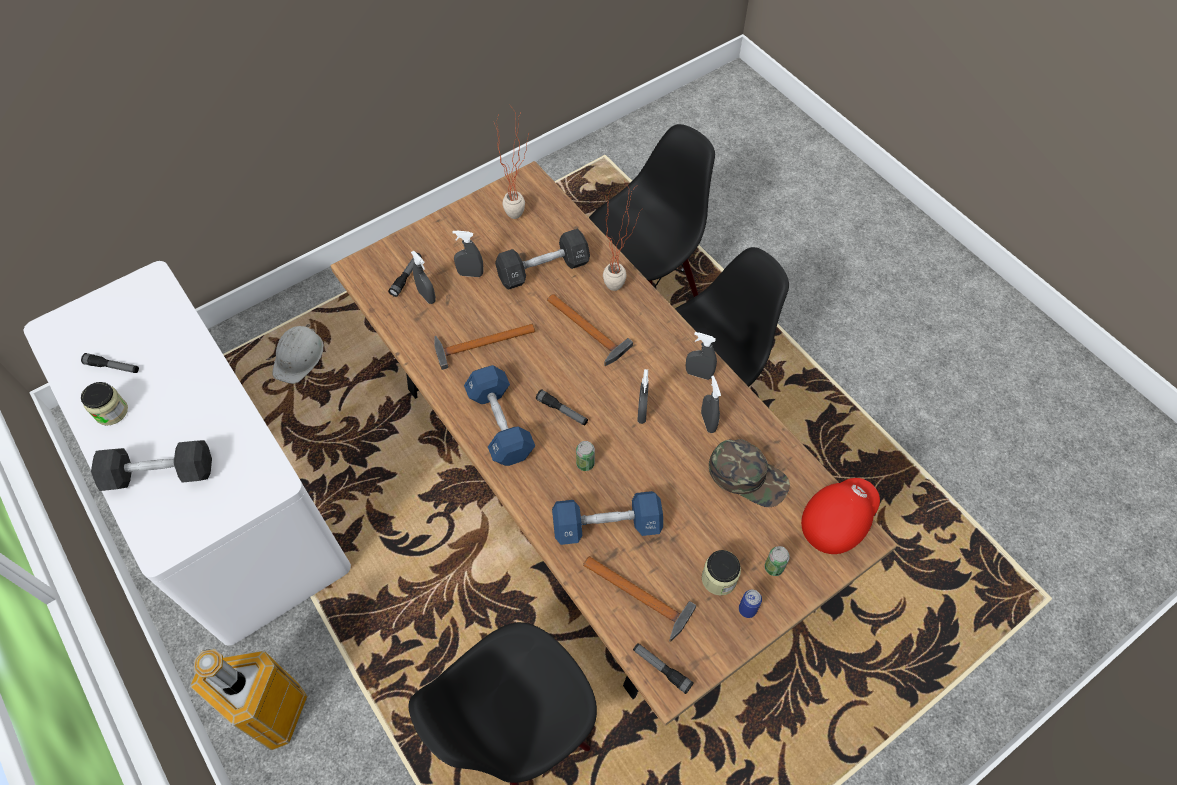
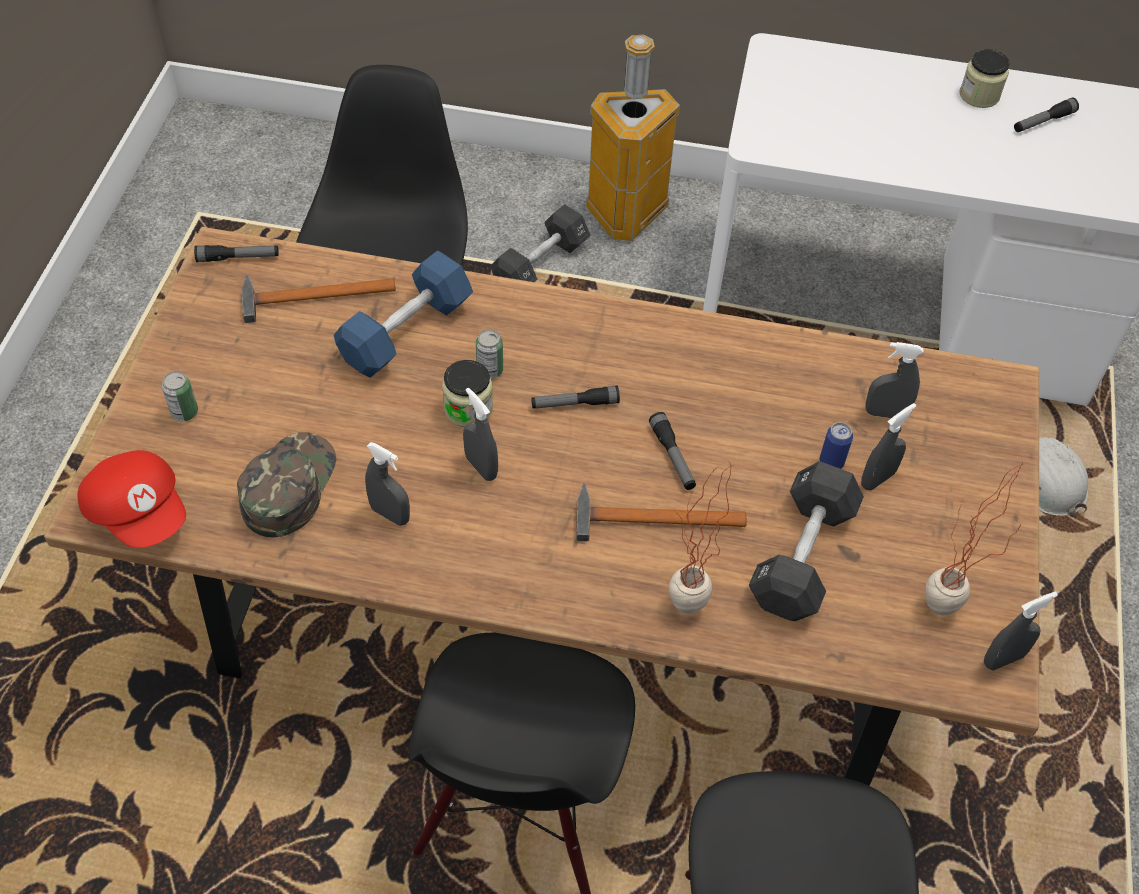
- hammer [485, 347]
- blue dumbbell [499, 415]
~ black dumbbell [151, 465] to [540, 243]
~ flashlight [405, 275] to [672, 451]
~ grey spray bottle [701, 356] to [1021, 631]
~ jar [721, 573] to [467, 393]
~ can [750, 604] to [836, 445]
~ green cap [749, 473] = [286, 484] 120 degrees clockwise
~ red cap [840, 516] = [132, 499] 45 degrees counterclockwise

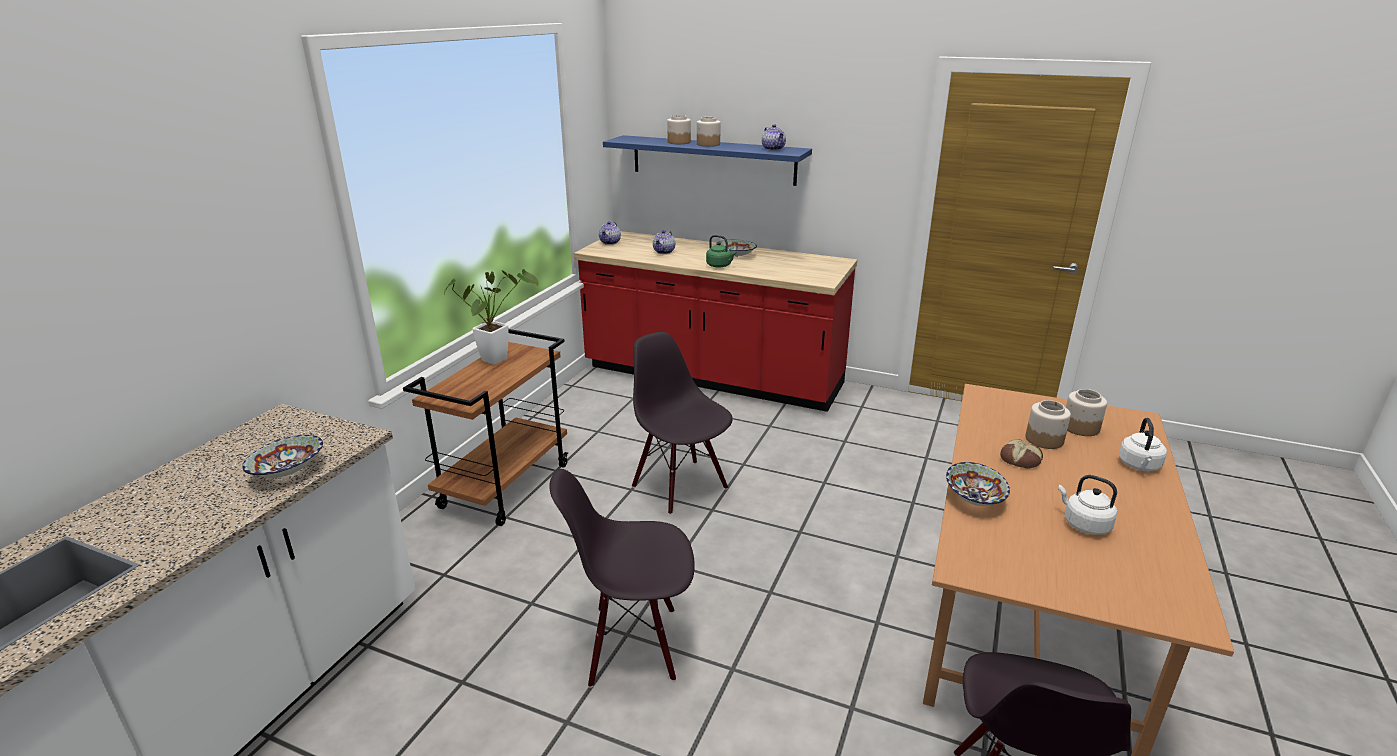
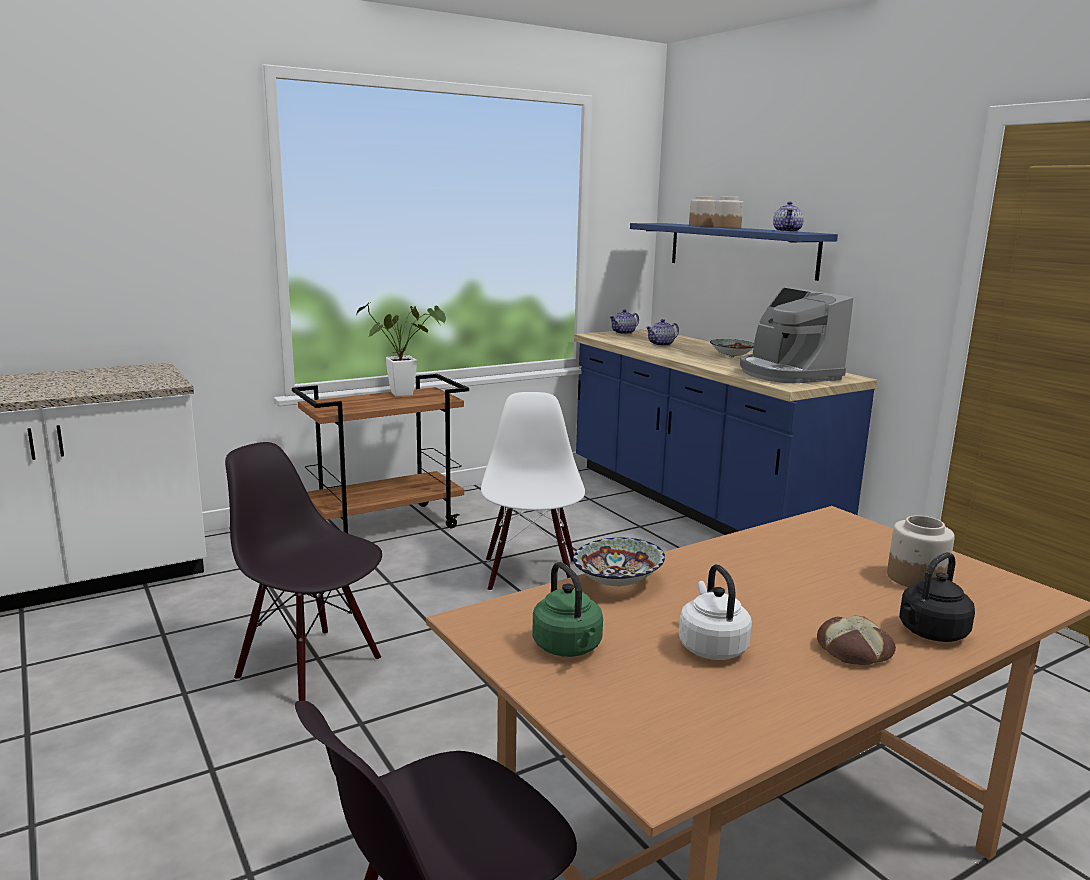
- bowl [282, 456]
- jar [1048, 424]
+ coffee machine [796, 335]
~ green kettle [721, 251] to [567, 609]
~ bread [1021, 454] to [856, 640]
~ red counter [715, 321] to blue counter [725, 432]
~ black chair [682, 423] to white chair [533, 491]
~ white kettle [1143, 444] to black kettle [937, 597]

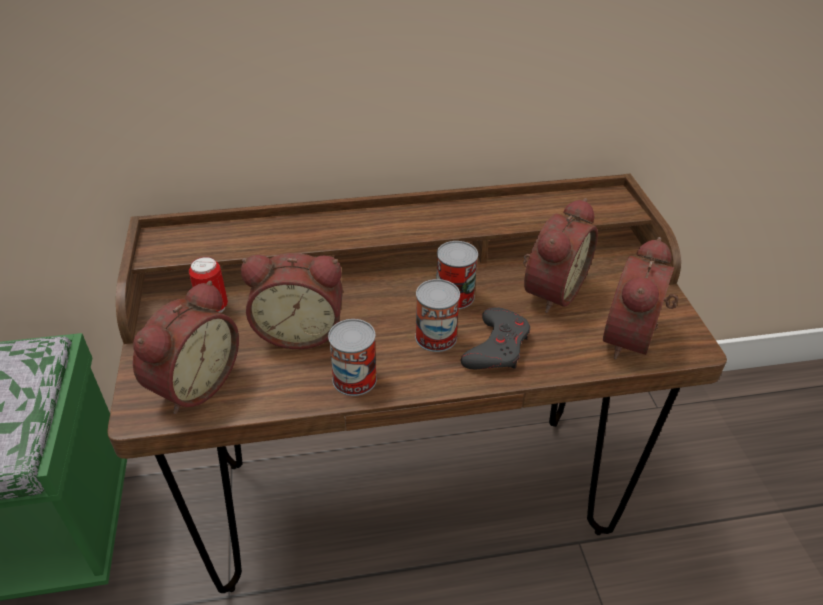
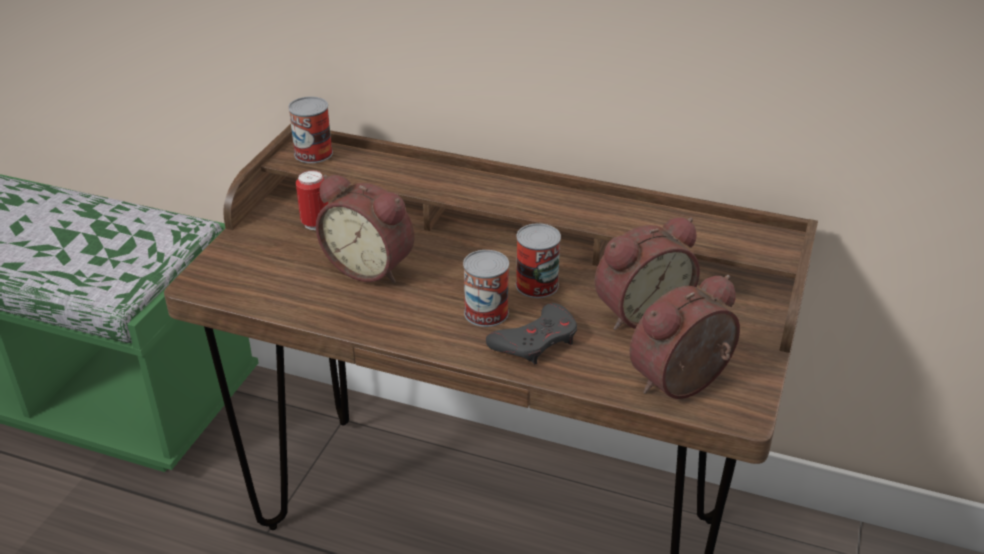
- alarm clock [186, 347]
~ can [352, 357] to [310, 130]

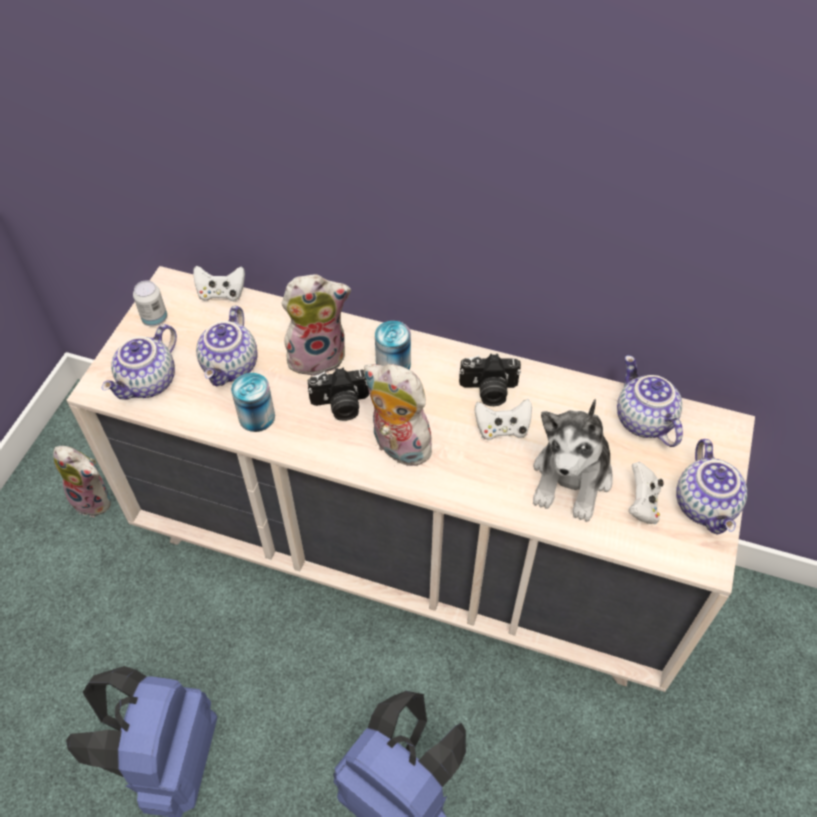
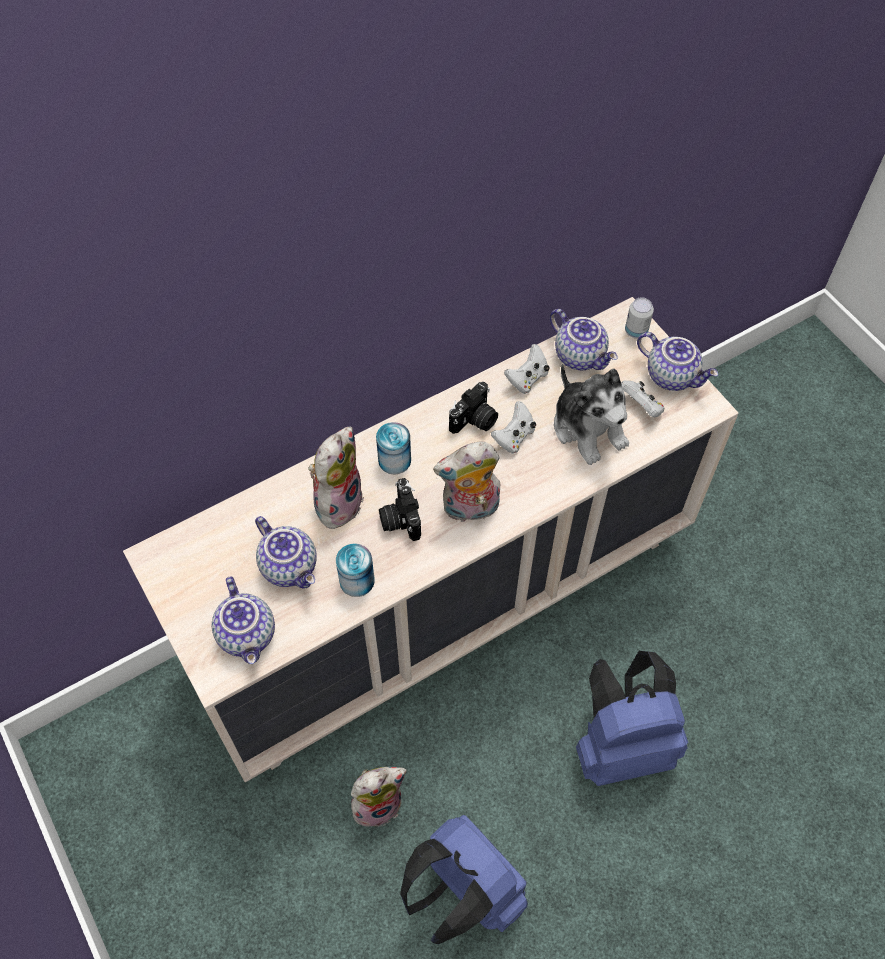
~ plush toy [82, 481] to [379, 796]
~ can [150, 304] to [639, 318]
~ white game controller [219, 284] to [526, 369]
~ photo camera [338, 394] = [400, 509] 135 degrees clockwise
~ teapot [650, 401] = [584, 339] 150 degrees counterclockwise

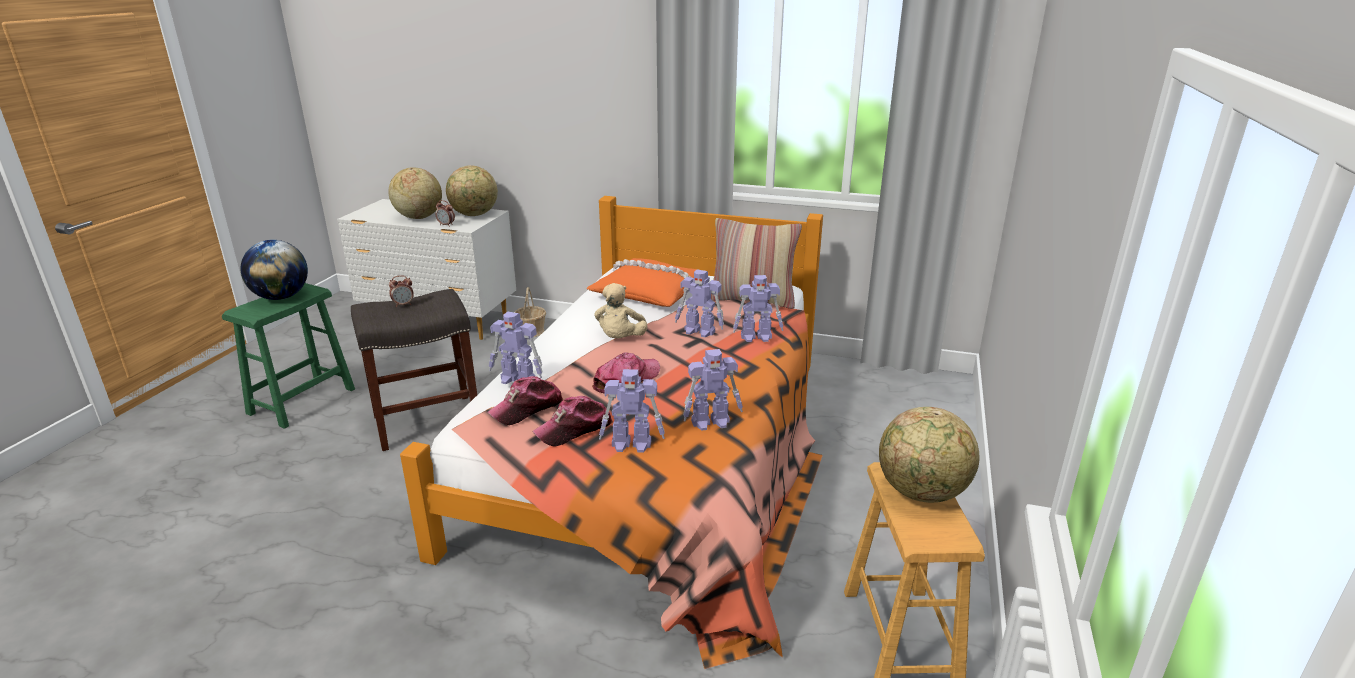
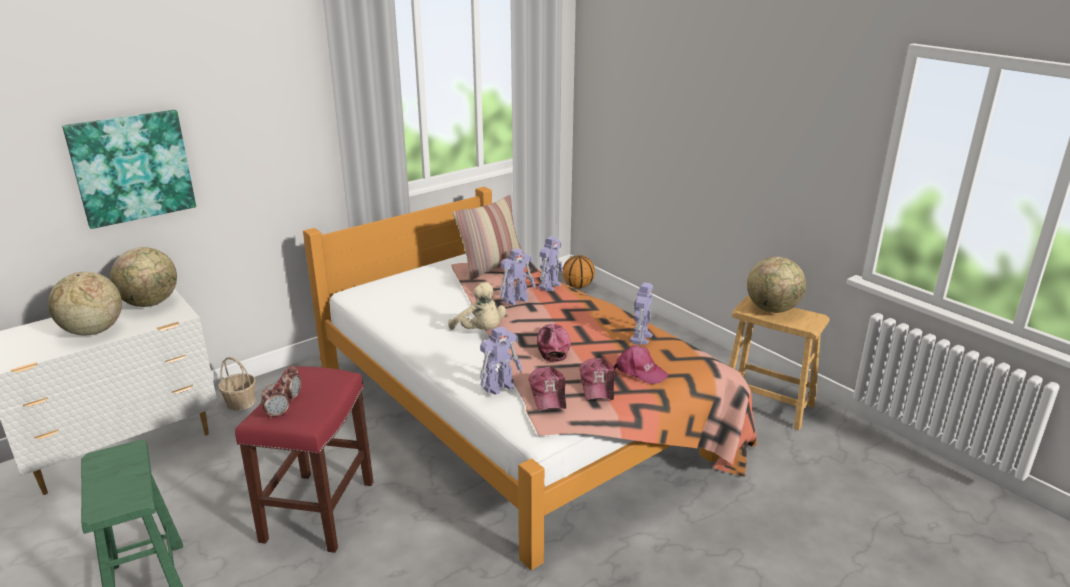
- globe [274, 270]
- orange pillow [647, 282]
+ picture [129, 169]
+ basketball [579, 271]
~ alarm clock [445, 213] to [275, 401]
~ toy robot [632, 411] to pink cap [641, 364]
~ grey stool [414, 370] to red stool [304, 459]

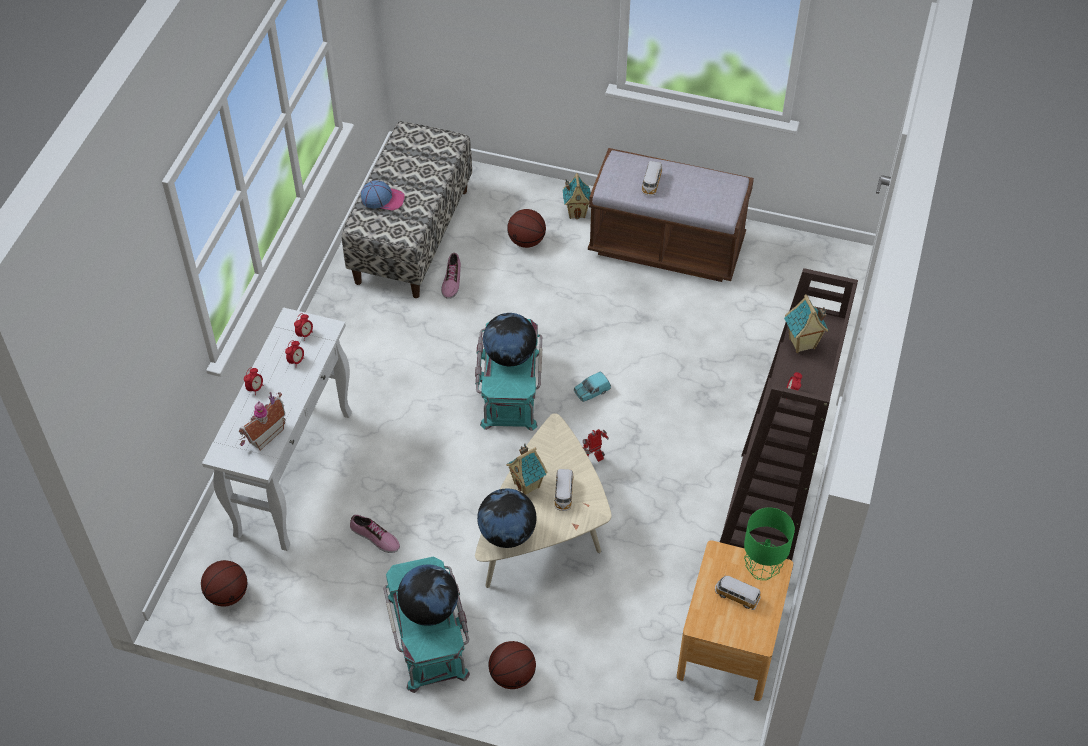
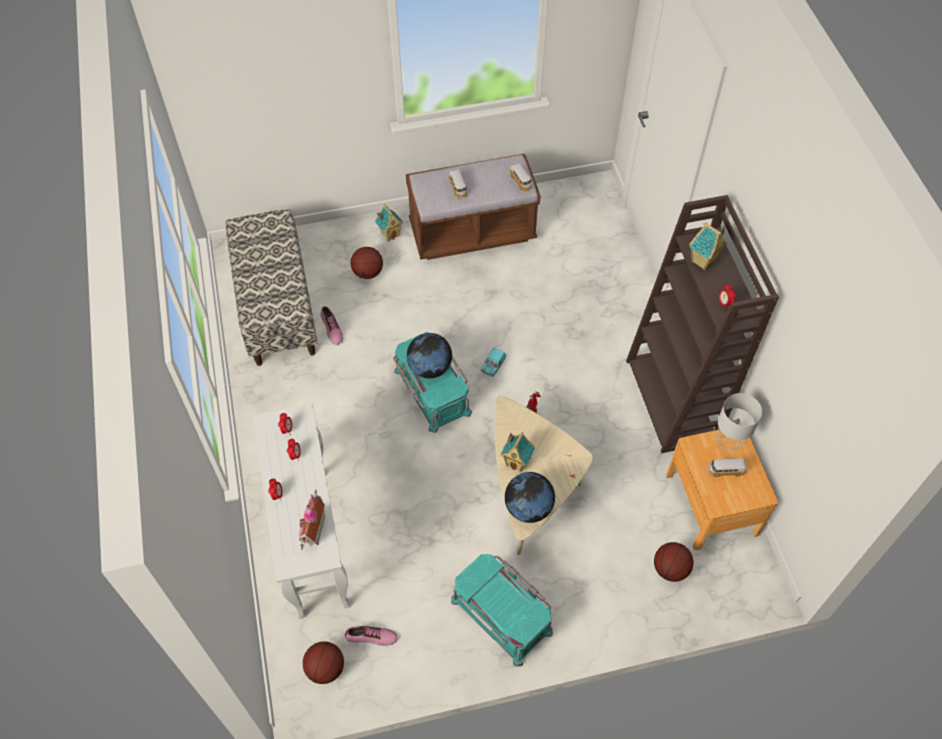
- cap [383, 195]
- globe [428, 595]
~ shoe [375, 534] to [371, 636]
~ basketball [512, 665] to [674, 562]
~ toy car [564, 490] to [520, 177]
~ green table lamp [769, 544] to grey table lamp [739, 422]

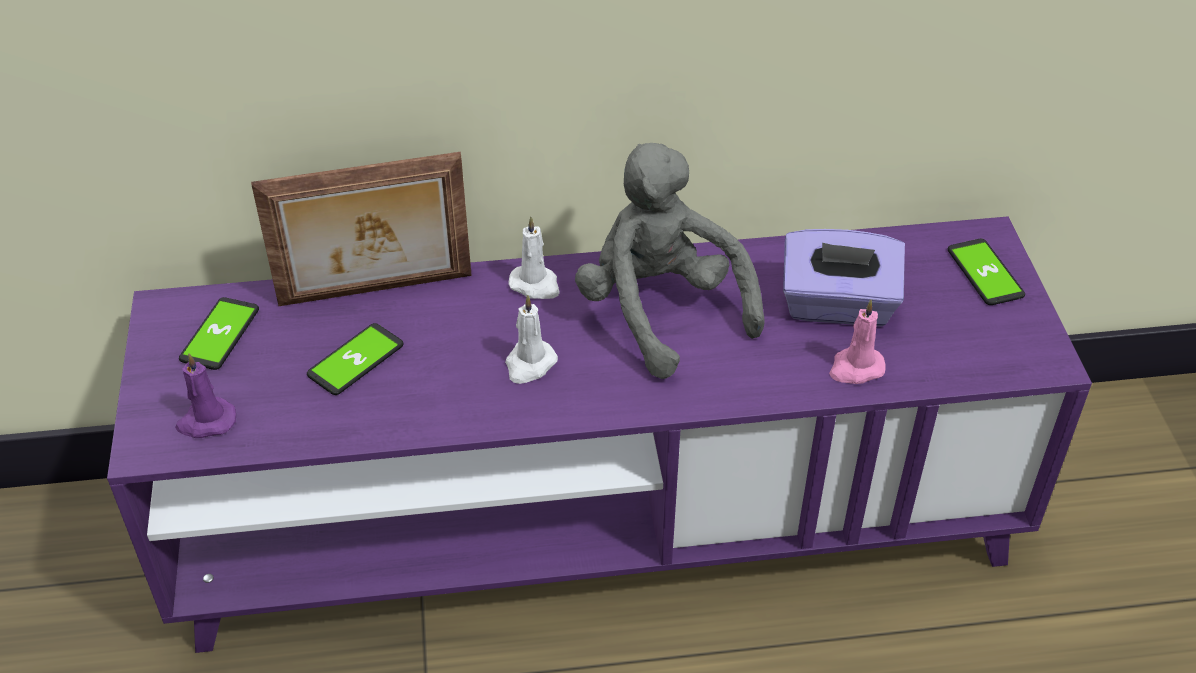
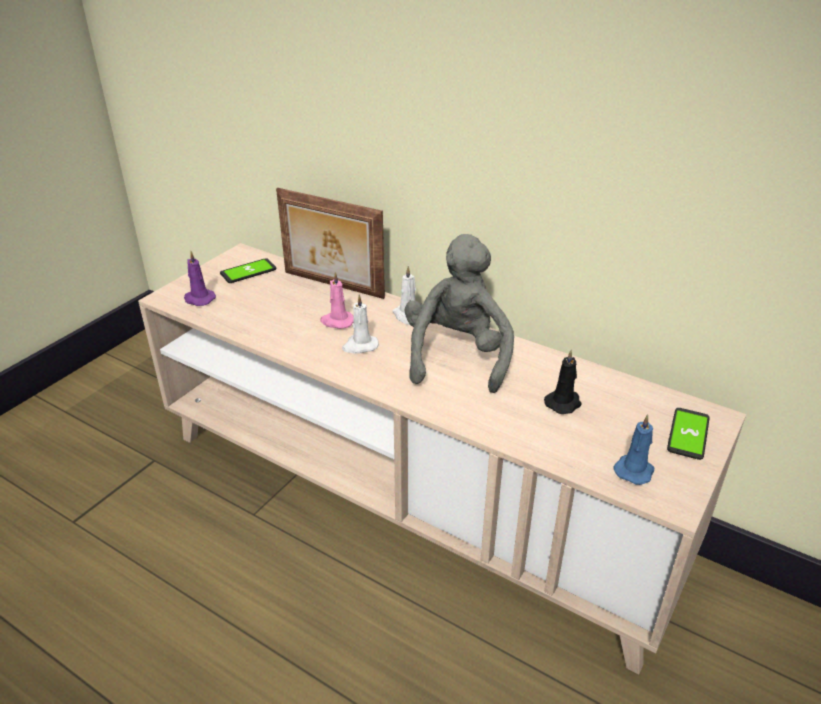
- phone [355, 359]
+ blue candle [634, 449]
~ pink candle [857, 342] to [337, 300]
~ purple tissue box [844, 277] to black candle [563, 382]
~ purple tv stand [599, 434] to beige tv stand [442, 458]

